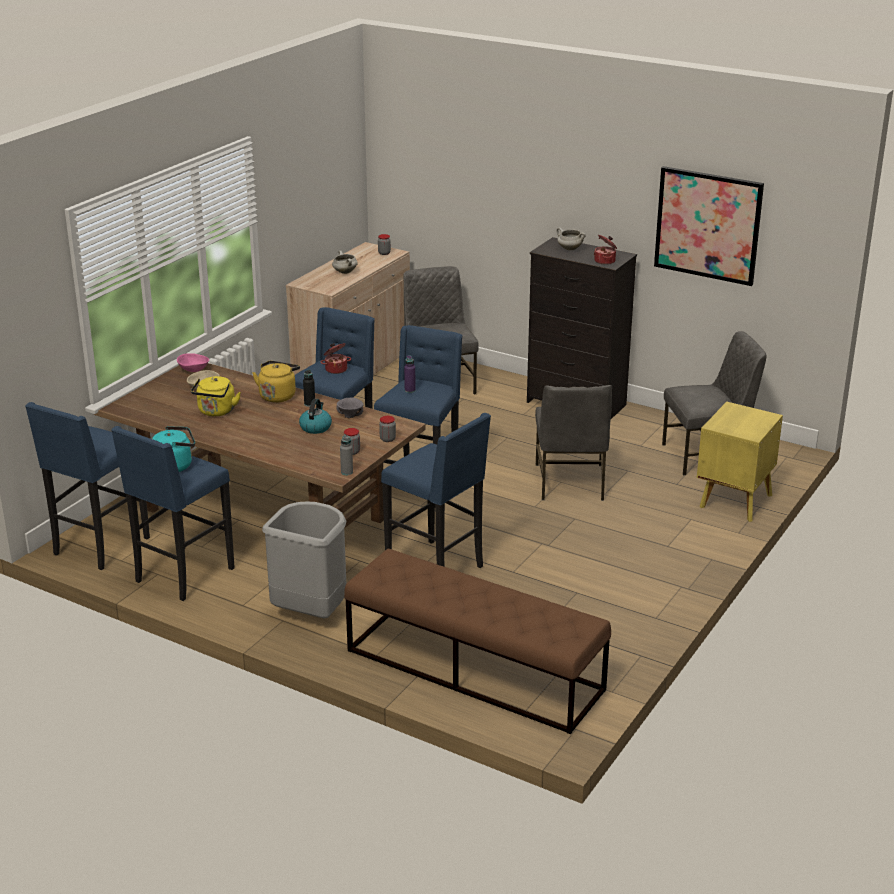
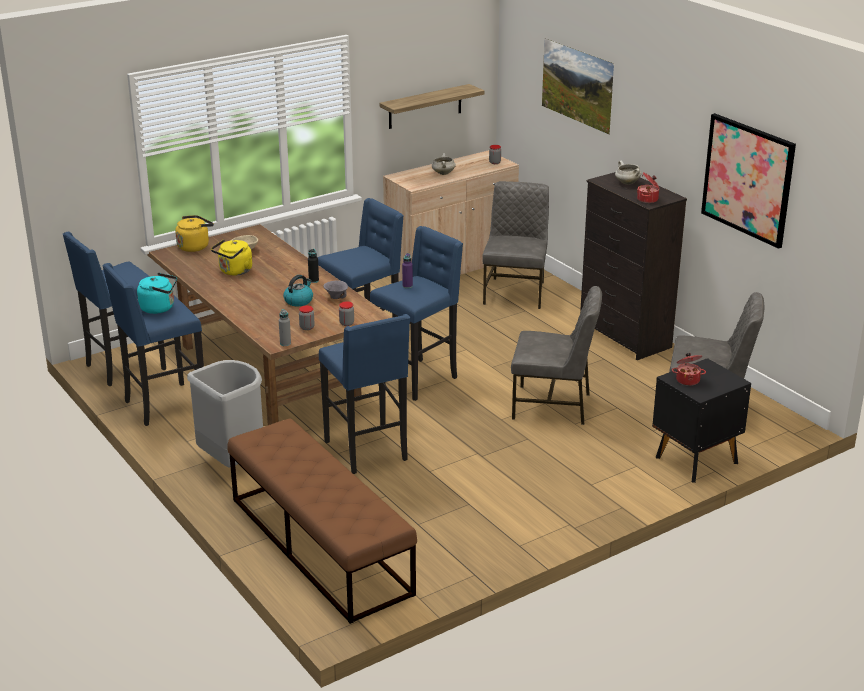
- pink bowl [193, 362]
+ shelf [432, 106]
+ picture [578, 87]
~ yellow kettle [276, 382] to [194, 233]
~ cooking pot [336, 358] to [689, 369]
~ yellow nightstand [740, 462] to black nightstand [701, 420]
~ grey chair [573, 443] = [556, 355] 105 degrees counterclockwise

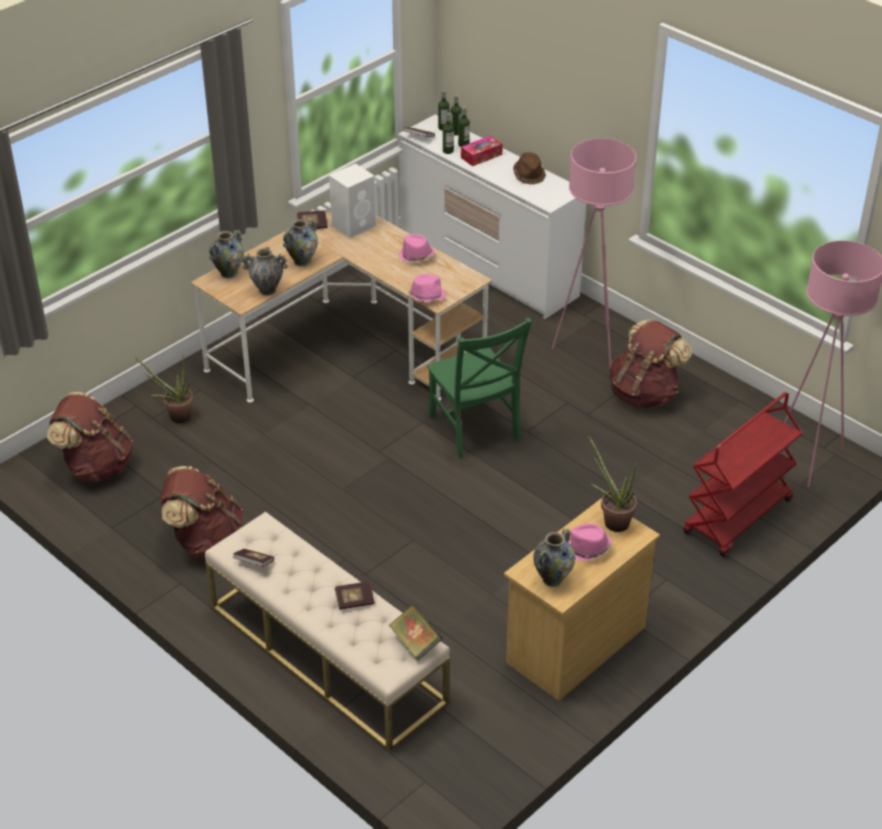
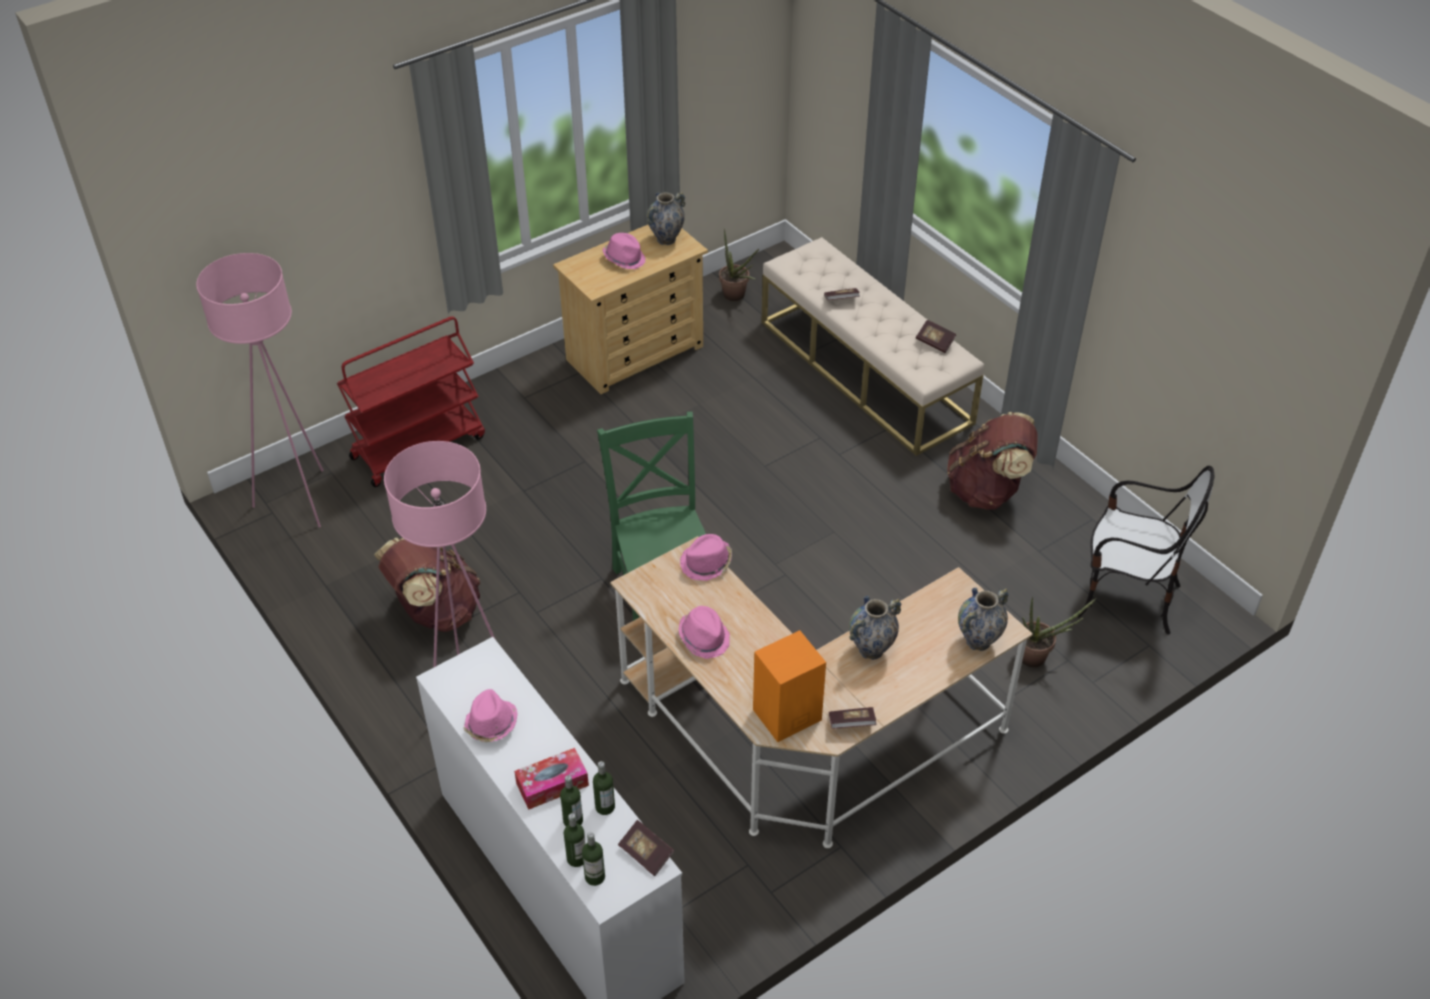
- vase [265, 271]
- book [416, 632]
~ potted plant [612, 484] to [739, 265]
~ brown backpack [90, 437] to chair [1146, 550]
~ white speaker [352, 201] to orange speaker [789, 686]
~ brown hat [529, 168] to pink hat [490, 715]

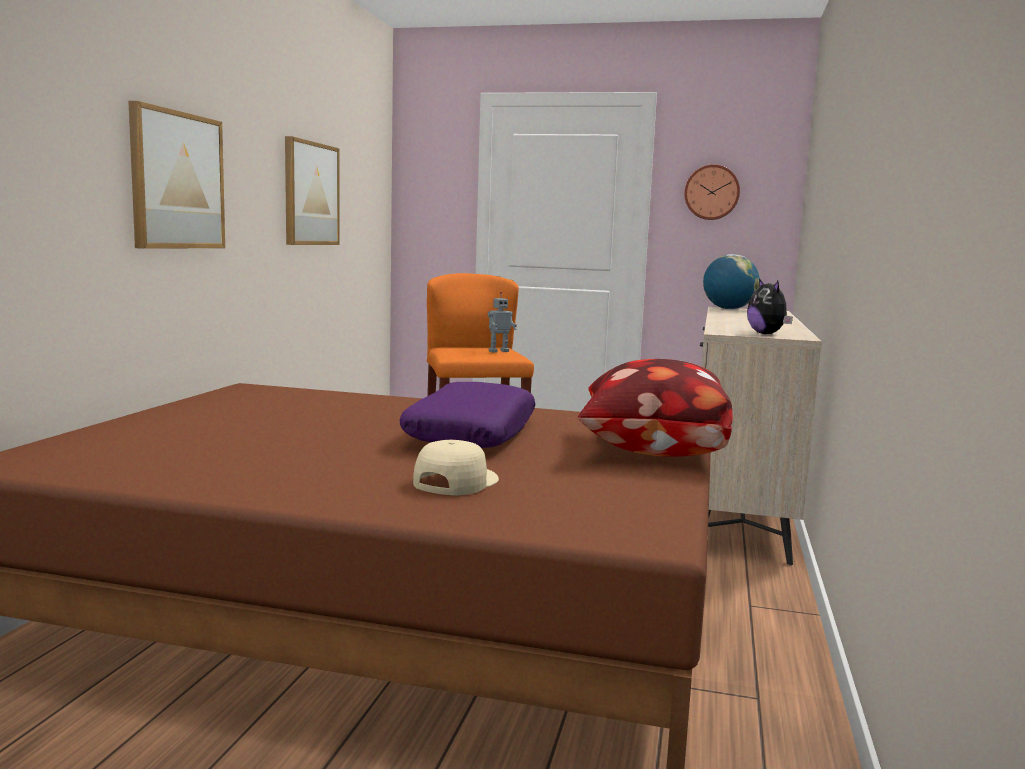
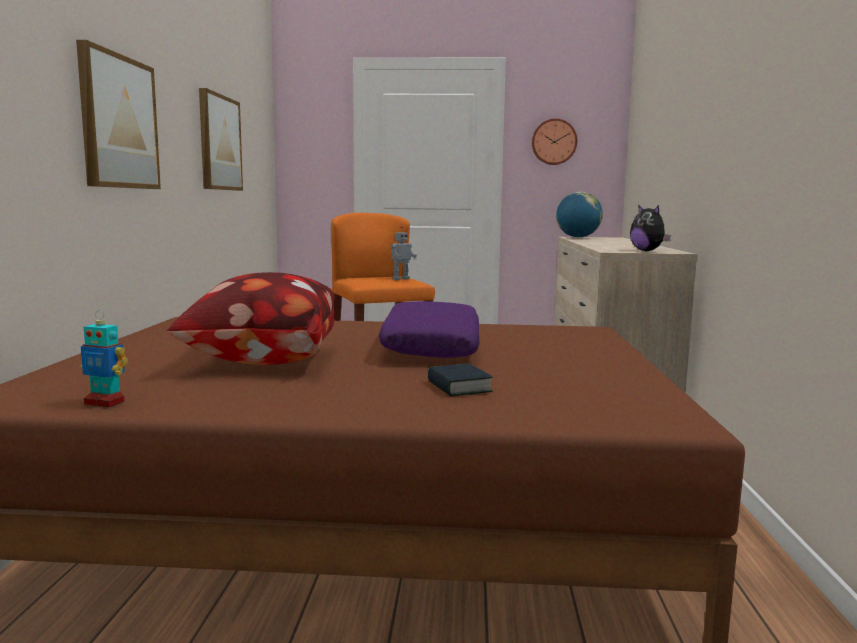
+ toy robot [104, 358]
~ pillow [655, 408] to [251, 318]
~ beige cap [456, 468] to book [460, 379]

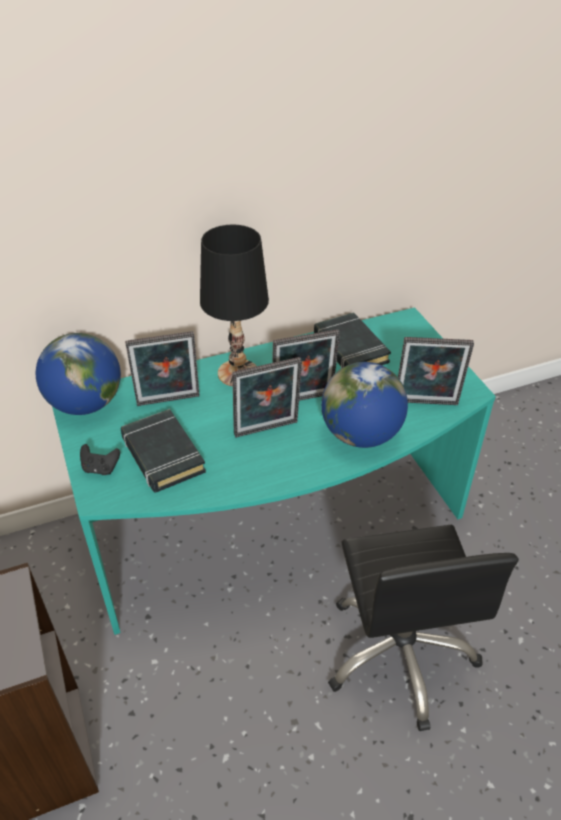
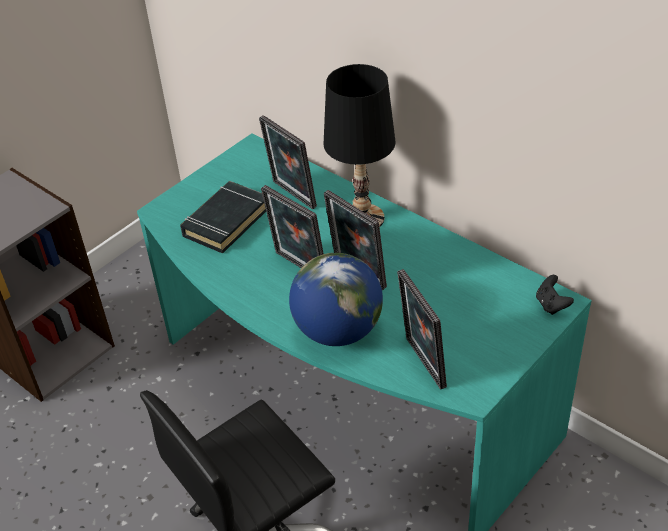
- globe [78, 374]
- black book [352, 340]
~ black game controller [100, 459] to [555, 295]

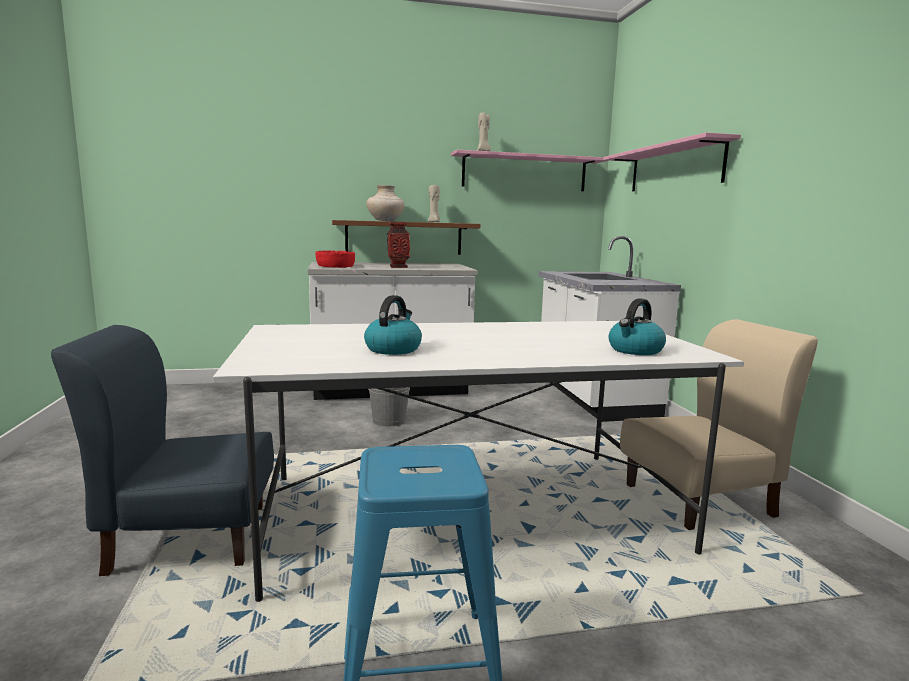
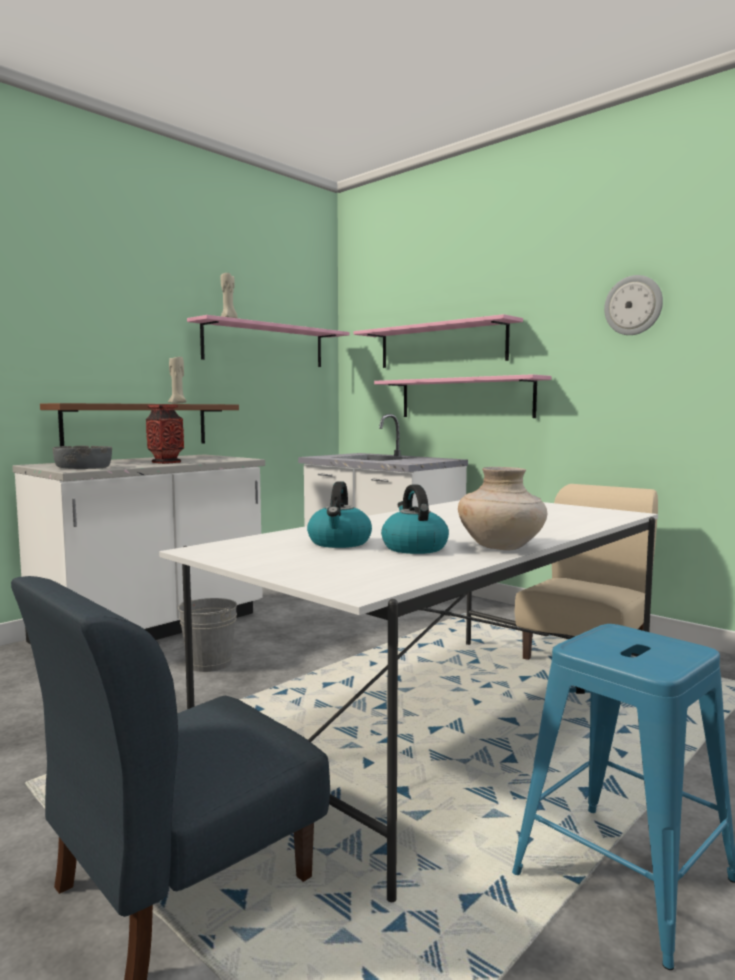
+ pink shelf [463, 396]
+ wall clock [633, 305]
~ beige vase [385, 203] to [502, 509]
~ kettle [637, 326] to [339, 515]
~ red bowl [335, 259] to grey bowl [82, 457]

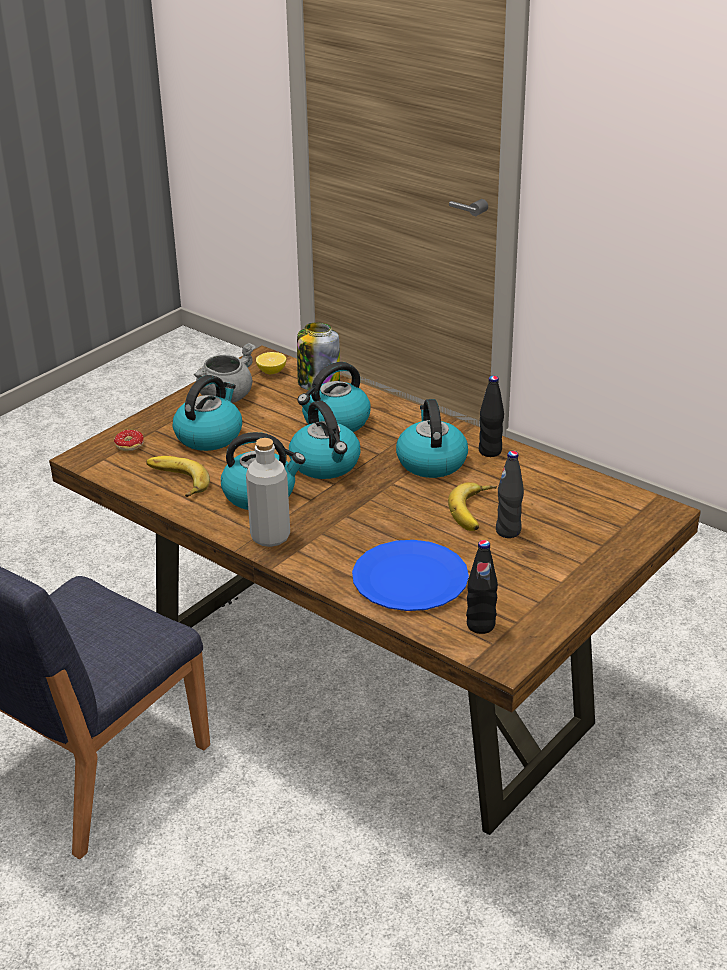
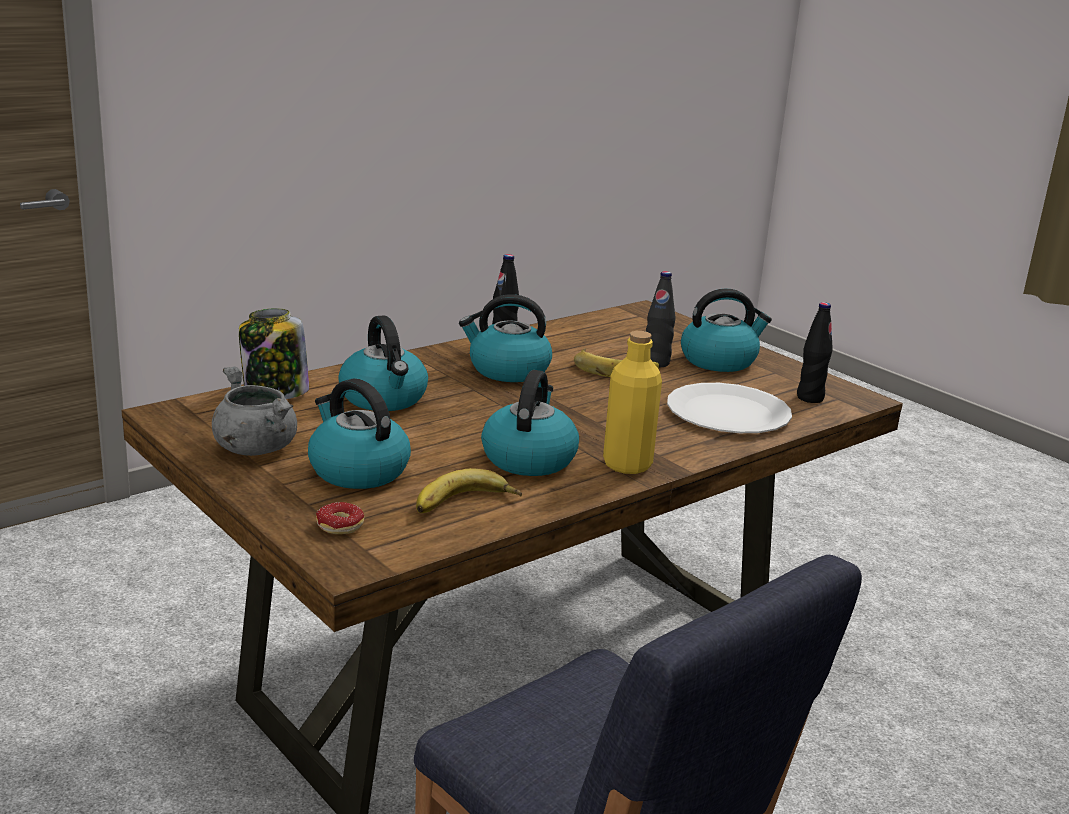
- lemon [271, 363]
~ kettle [325, 439] to [726, 330]
~ grey bottle [268, 492] to yellow bottle [632, 402]
~ blue plate [410, 575] to white plate [729, 408]

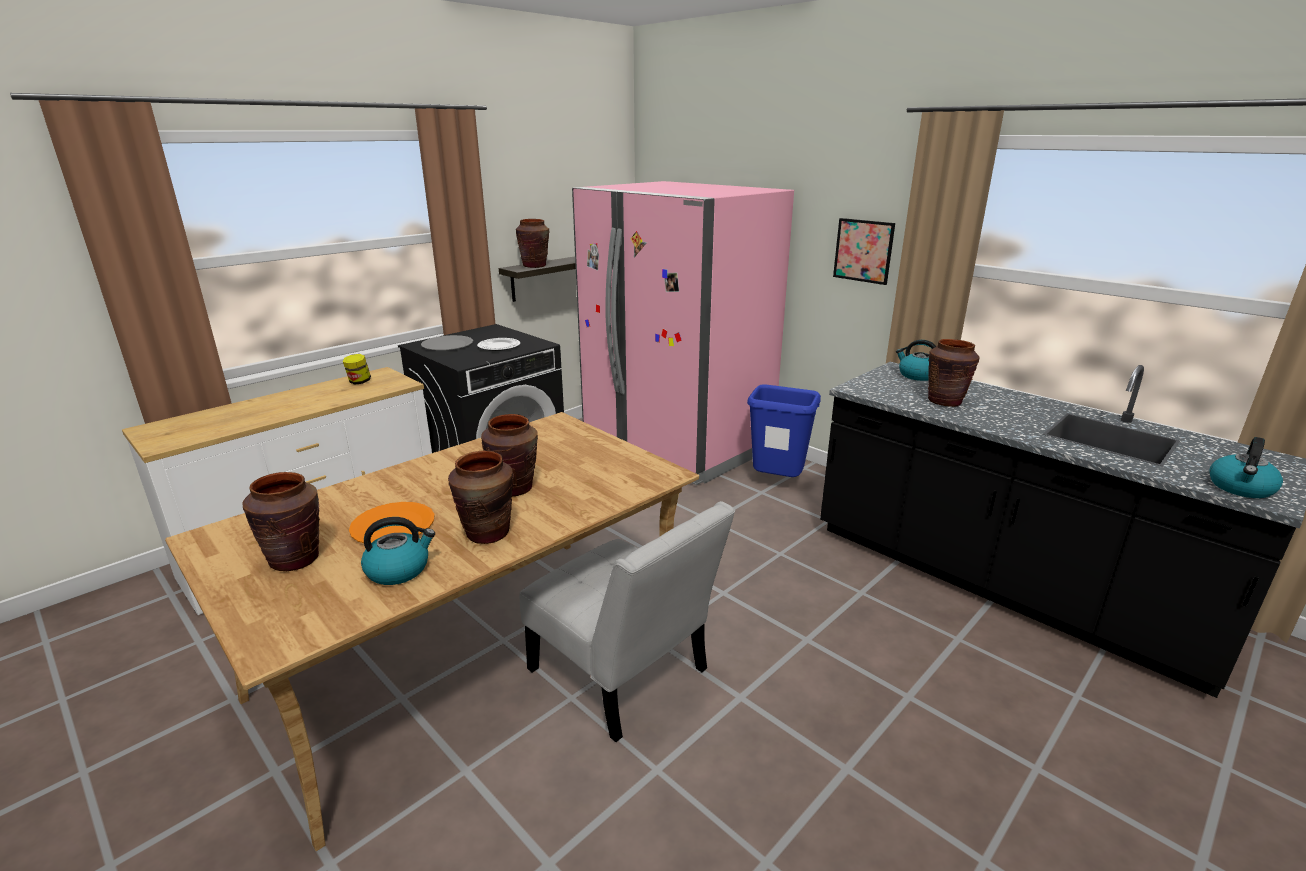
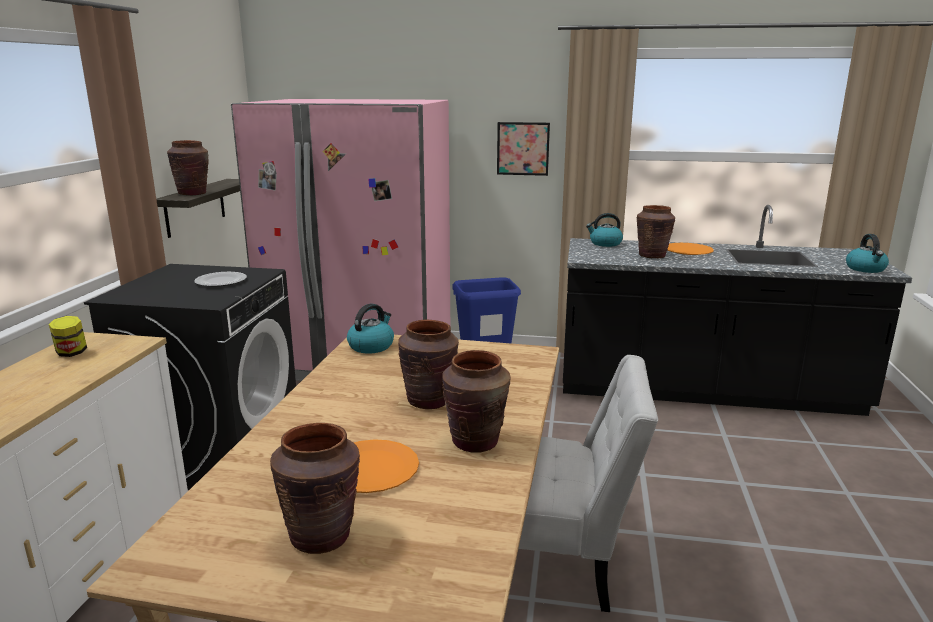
- grey plate [447, 342]
+ orange plate [690, 249]
~ kettle [398, 551] to [370, 329]

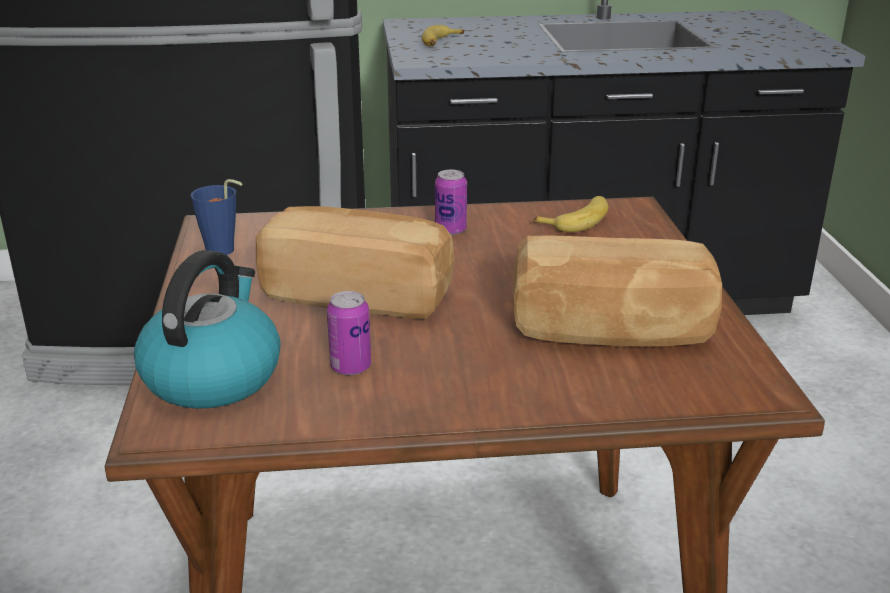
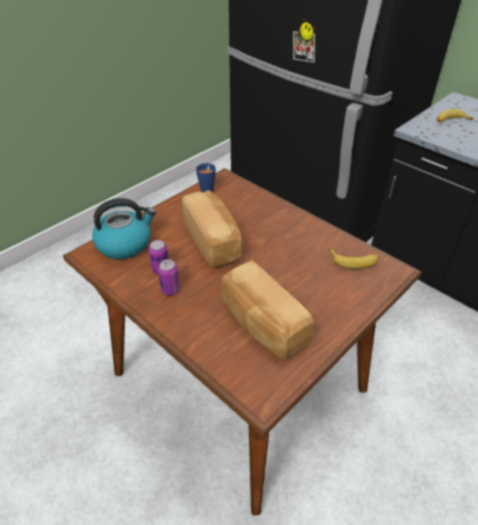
~ can [451, 202] to [169, 277]

